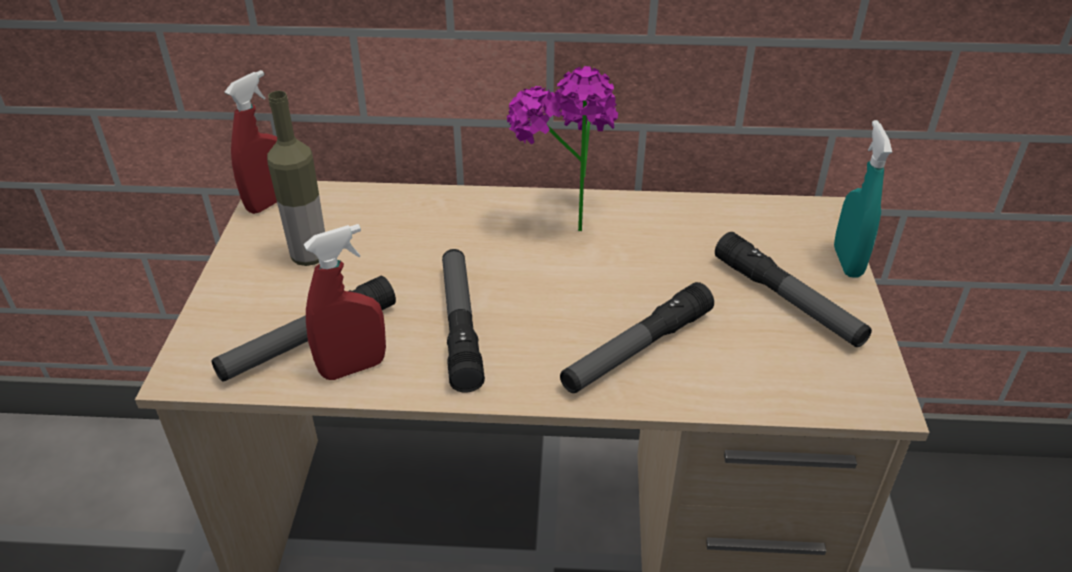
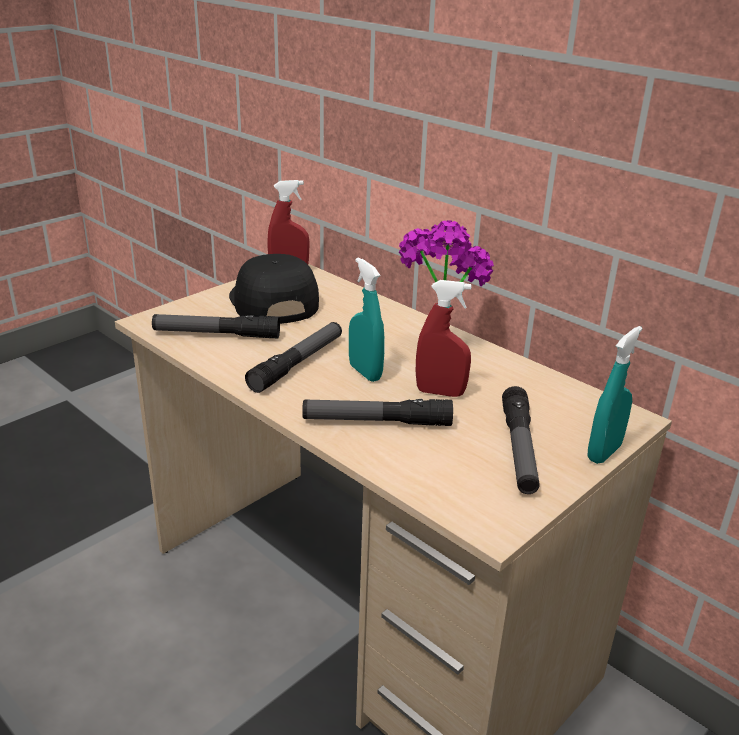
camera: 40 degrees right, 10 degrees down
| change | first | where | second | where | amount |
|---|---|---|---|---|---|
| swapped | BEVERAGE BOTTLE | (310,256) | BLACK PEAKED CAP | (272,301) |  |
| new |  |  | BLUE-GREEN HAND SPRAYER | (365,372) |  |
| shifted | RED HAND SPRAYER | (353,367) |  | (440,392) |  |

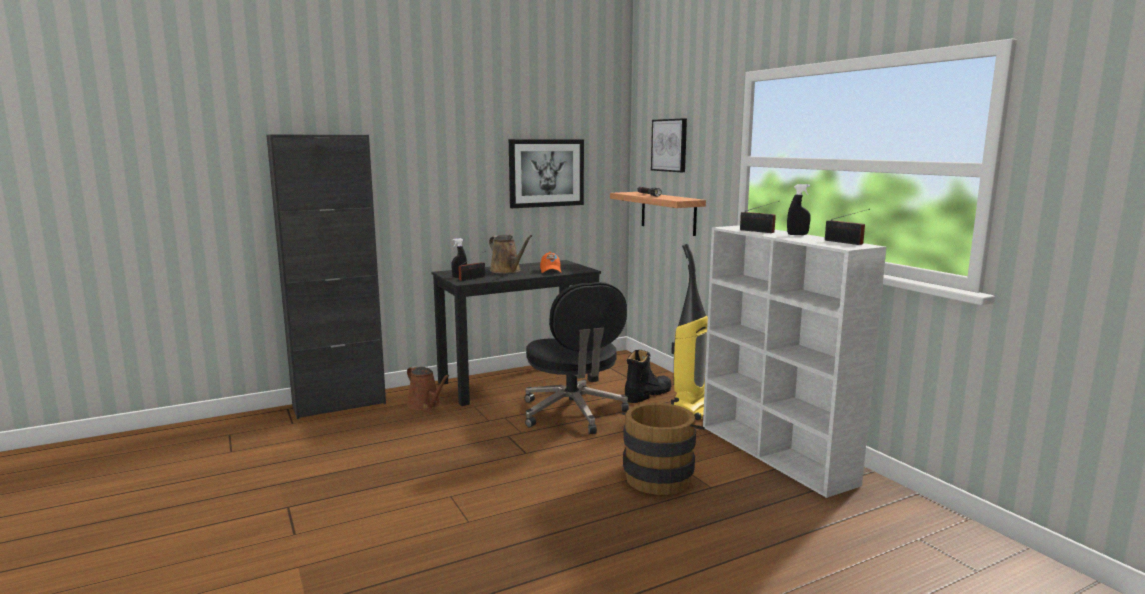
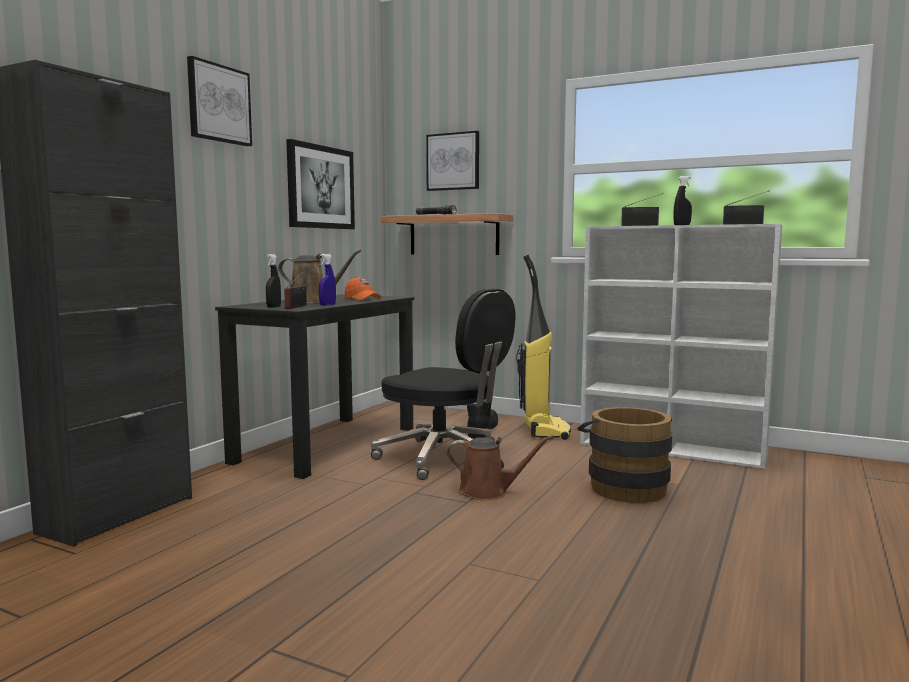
camera: 35 degrees left, 5 degrees down
| change | first | where | second | where | amount |
|---|---|---|---|---|---|
| new |  |  | WALL ART | (218,104) |  |
| new |  |  | BLUE HAND SPRAYER | (327,305) |  |
| shifted | BROWN-COLOURED WATERING CAN | (426,405) |  | (488,492) |  |

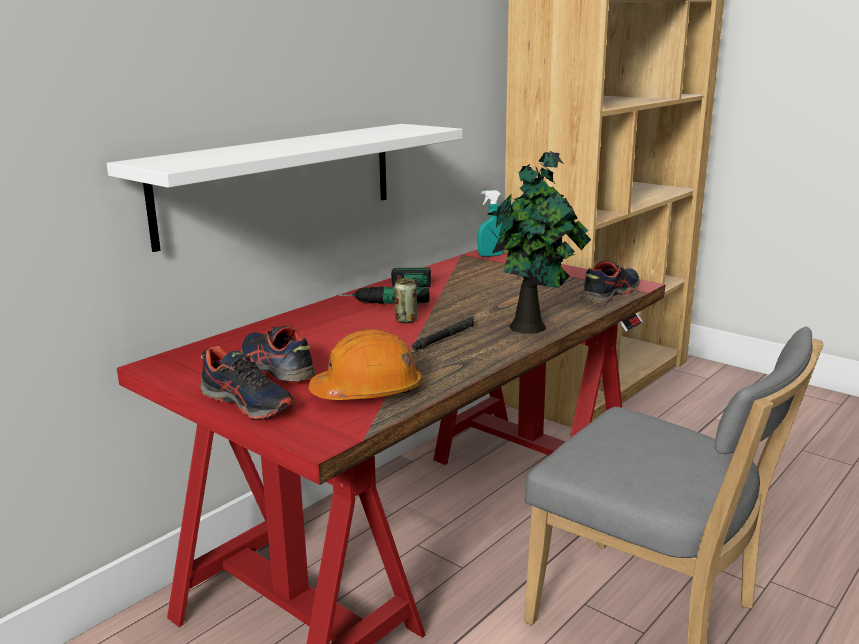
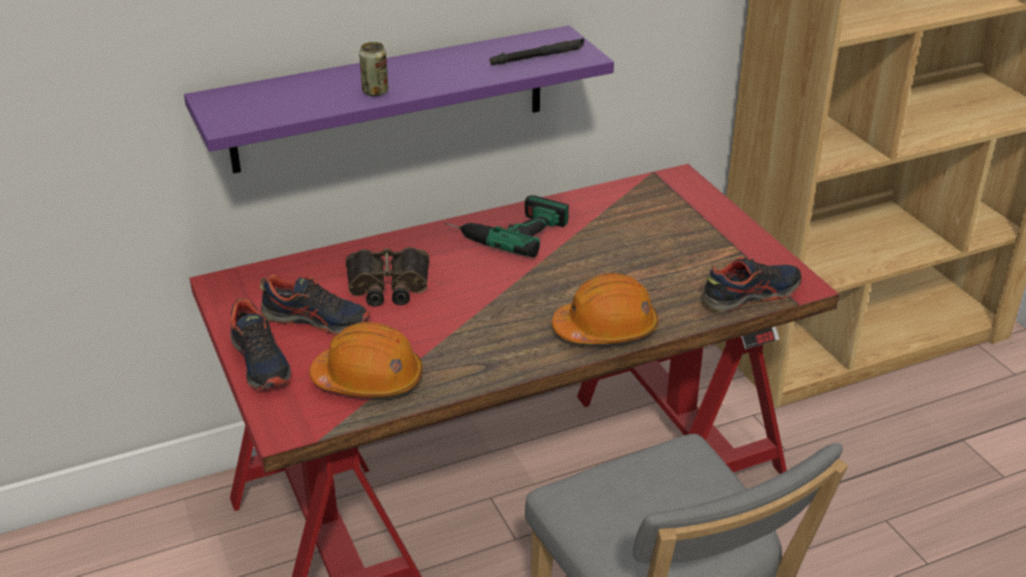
camera: 25 degrees right, 15 degrees up
| change | first | where | second | where | amount |
|---|---|---|---|---|---|
| repainted | WHITE-COLOURED BRACKET SHELF | (280,181) | PURPLE-COLOURED BRACKET SHELF | (389,99) |  |
| rotated | LOW SHOE | (276,368) |  | (316,319) | 120 degrees clockwise |
| new |  |  | BINOCULARS | (387,286) |  |
| shifted | SEALED CAN | (406,320) |  | (375,92) |  |
| shifted | BLACK FLASHLIGHT | (445,337) |  | (538,56) |  |
| swapped | PLANT IN A POT | (531,327) | ORANGE-COLOURED HARD HAT | (606,329) |  |
| gone | BLUE-GREEN HAND SPRAYER | (490,255) |  |  |  |

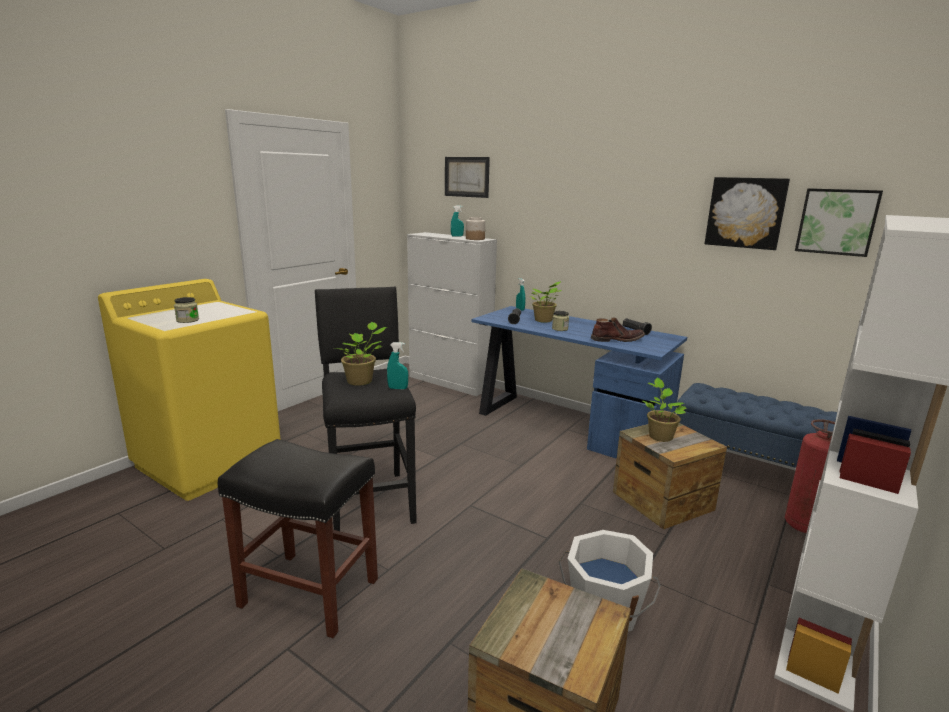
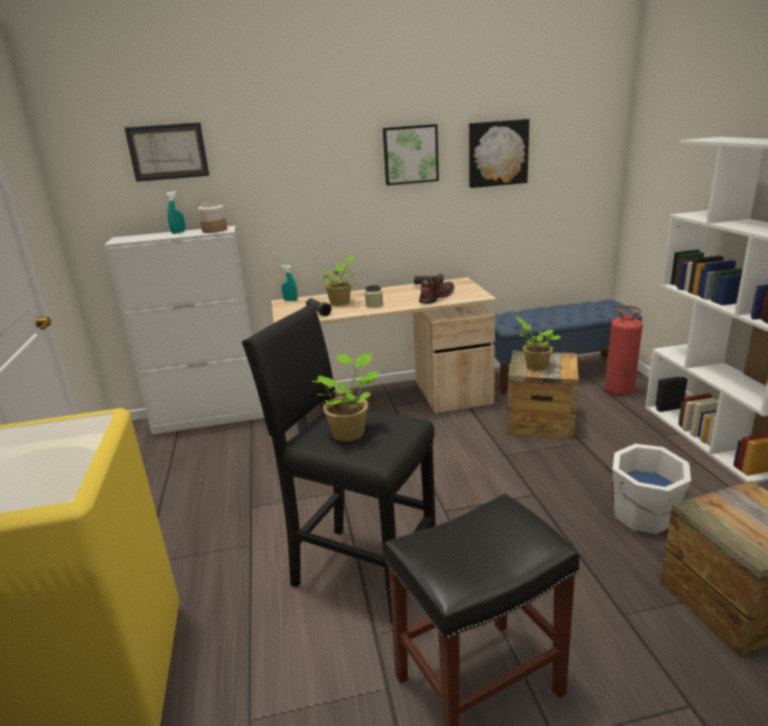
camera: 45 degrees left, 5 degrees up
| change | first | where | second | where | amount |
|---|---|---|---|---|---|
| repainted | BLUE DESK TABLE | (567,425) | SAND-COLOURED DESK TABLE | (386,402) |  |
| shifted | WALL ART | (837,221) |  | (410,154) |  |
| gone | PRESERVE JAR | (187,320) |  |  |  |
| gone | BLUE-GREEN HAND SPRAYER | (398,388) |  |  |  |

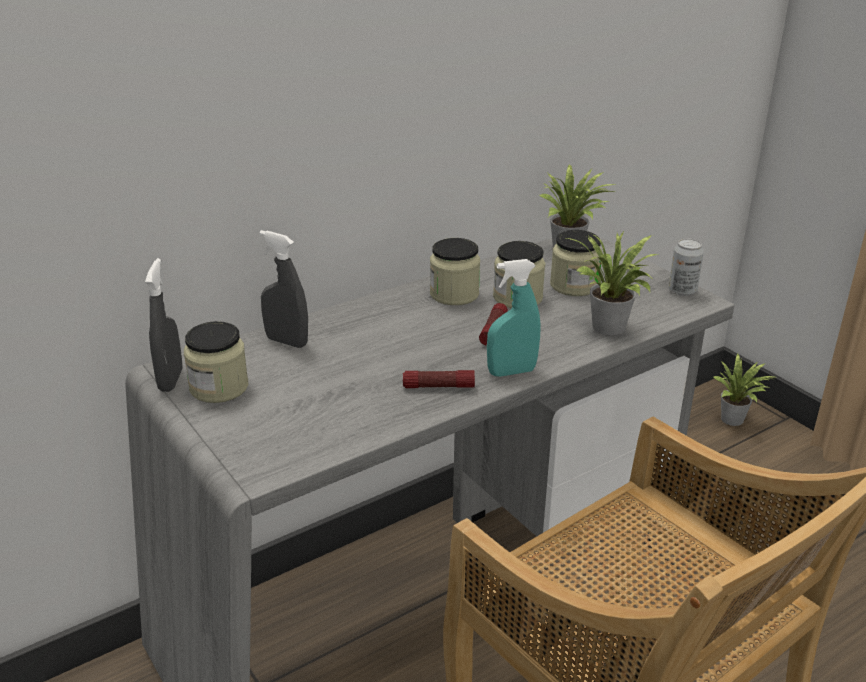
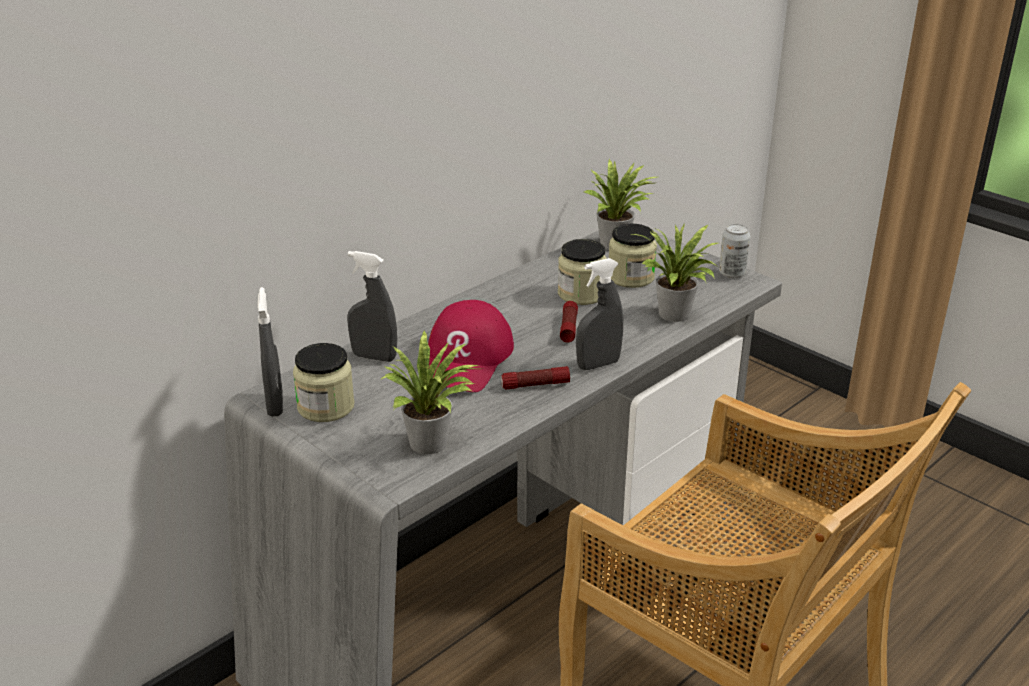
camera: 10 degrees left, 0 degrees up
| change | first | where | second | where | amount |
|---|---|---|---|---|---|
| shifted | PLANT IN A POT | (735,420) |  | (433,445) |  |
| new |  |  | RED PEAKED CAP | (467,359) |  |
| repainted | BLUE-GREEN HAND SPRAYER | (511,372) | GREYISH HAND SPRAYER | (598,364) |  |
| gone | PRESERVE JAR | (454,294) |  |  |  |

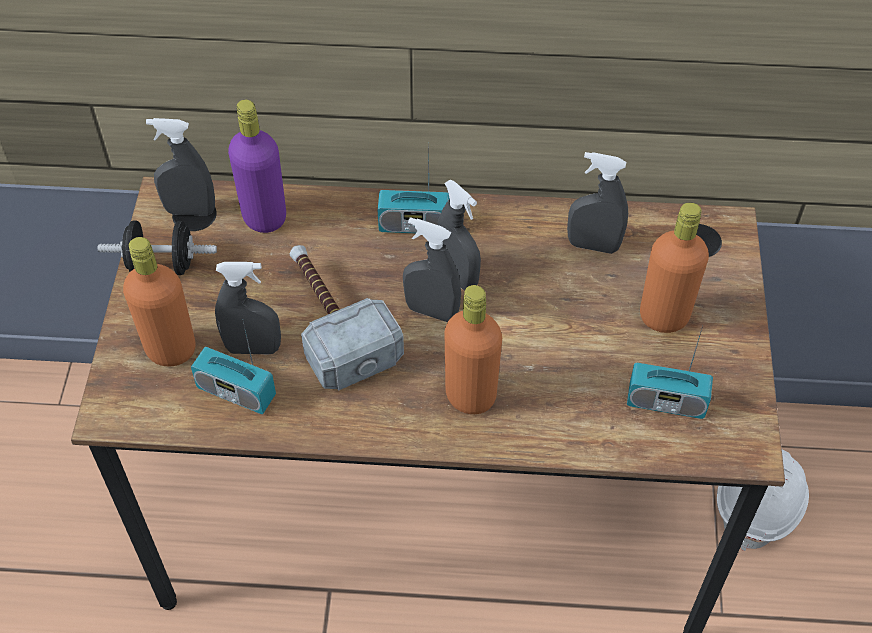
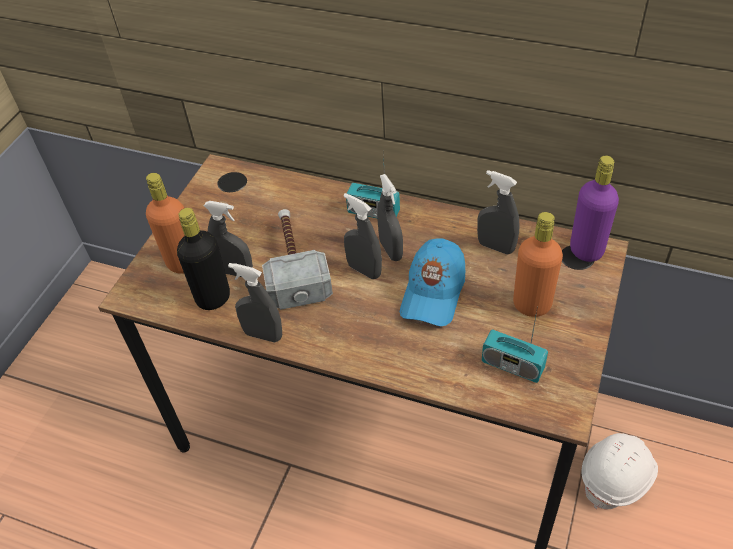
camera: 20 degrees right, 5 degrees down
| change | first | where | second | where | amount |
|---|---|---|---|---|---|
| swapped | RADIO | (236,392) | BLACK BEVERAGE BOTTLE | (213,298) |  |
| shifted | GREYISH HAND SPRAYER | (190,210) |  | (263,335) |  |
| new |  |  | BLUE PEAKED CAP | (433,292) |  |
| shifted | PURPLE-COLOURED BEVERAGE BOTTLE | (264,217) |  | (586,250) |  |
| gone | BLACK FREE WEIGHT | (162,264) |  |  |  |
| gone | ORANGE-COLOURED BEVERAGE BOTTLE | (470,395) |  |  |  |

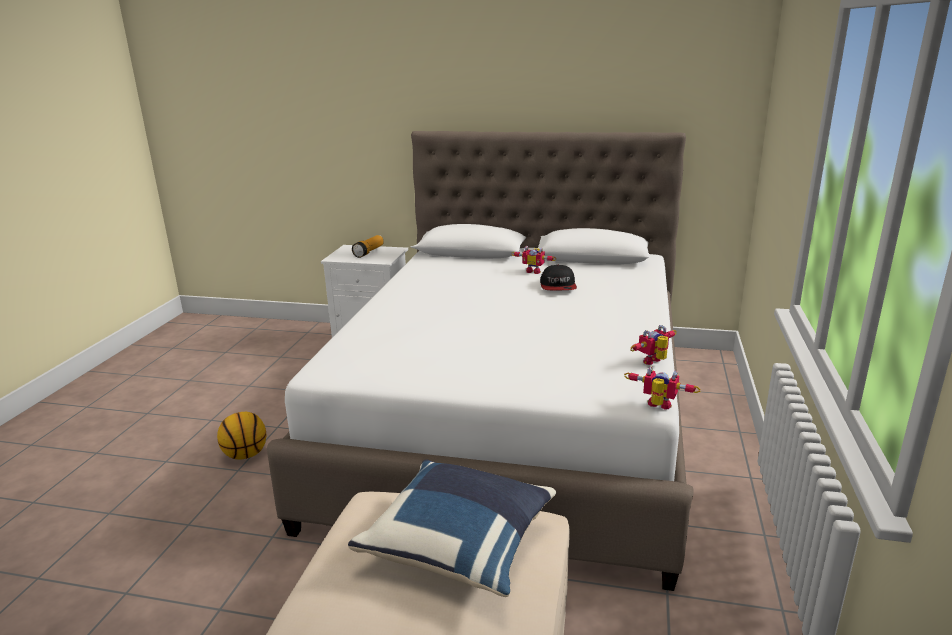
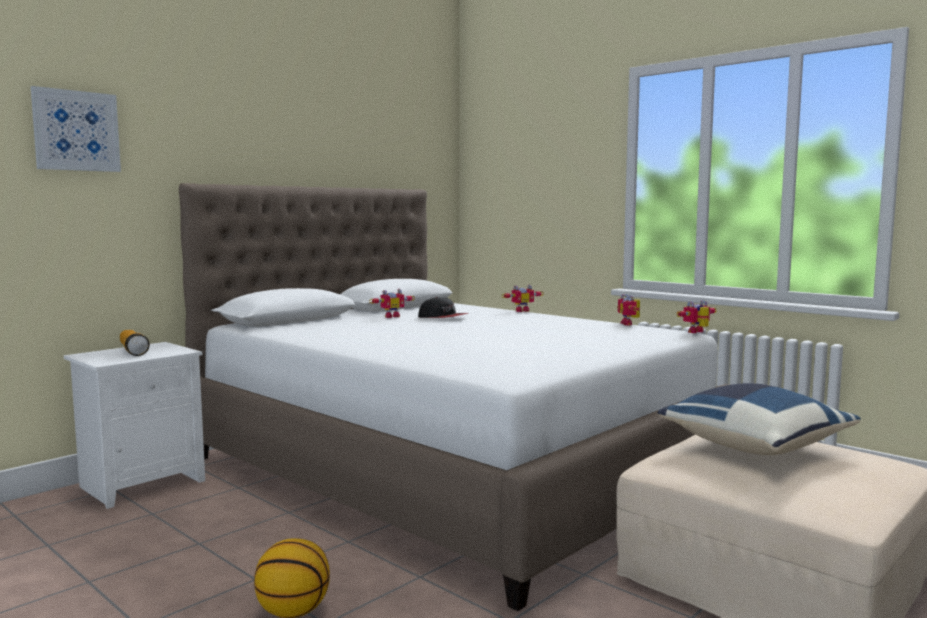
camera: 60 degrees left, 15 degrees down
| change | first | where | second | where | amount |
|---|---|---|---|---|---|
| new |  |  | WALL ART | (76,131) |  |
| new |  |  | TOY ROBOT | (521,310) |  |

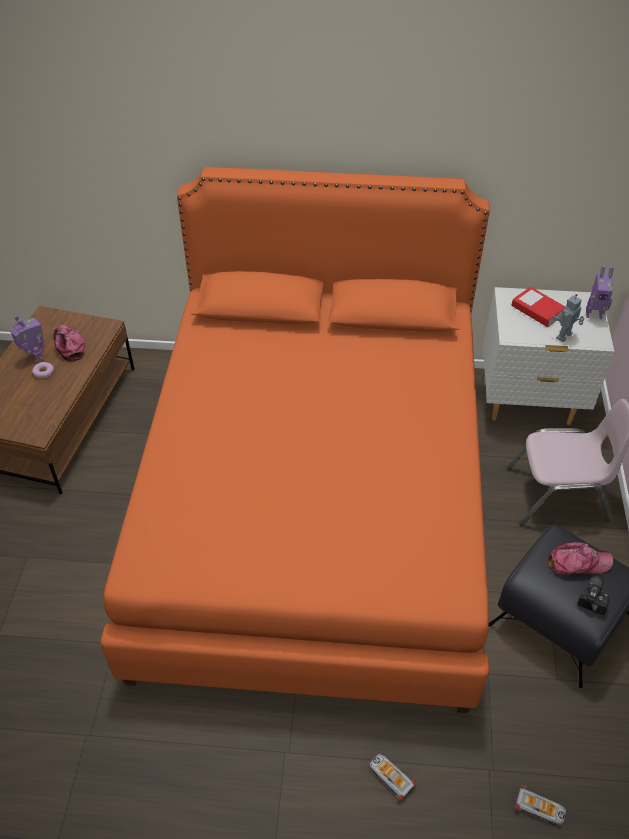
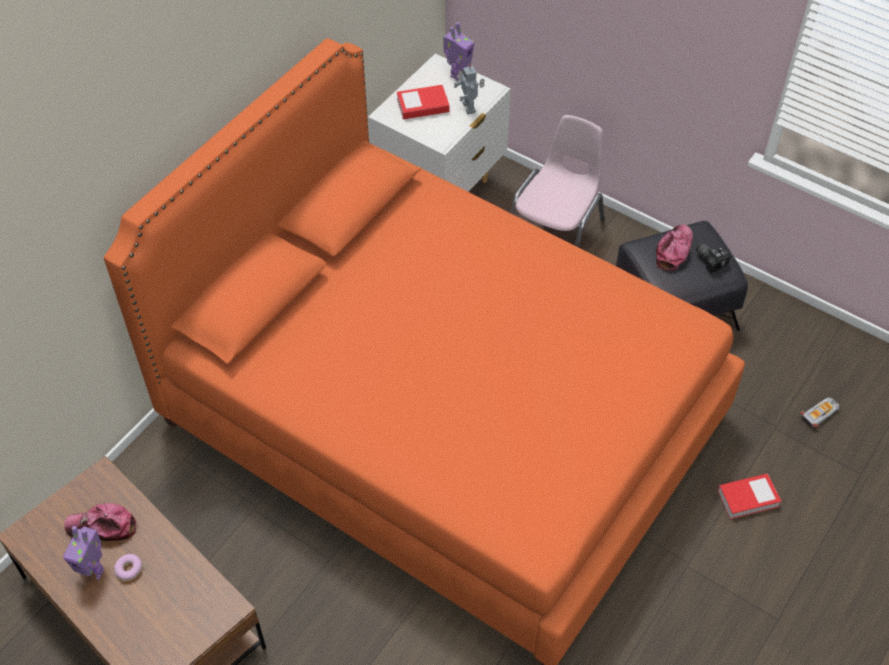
camera: 60 degrees left, 5 degrees up
| change | first | where | second | where | amount |
|---|---|---|---|---|---|
| rotated | TOY ROBOT | (35,357) |  | (93,570) | 150 degrees counterclockwise |
| swapped | MODEL CAR | (390,777) | BOOK | (747,498) |  |

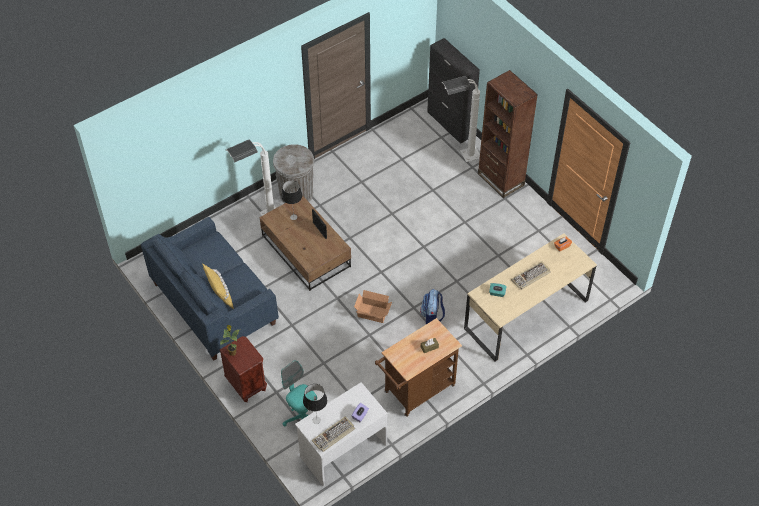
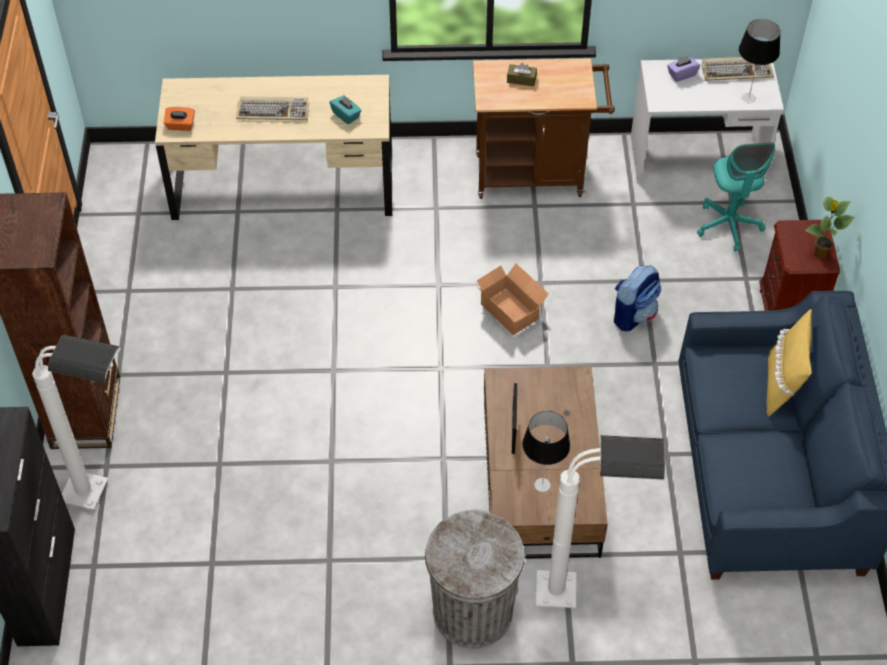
camera: 145 degrees left, 0 degrees up
| change | first | where | second | where | amount |
|---|---|---|---|---|---|
| shifted | KNAPSACK | (432,316) |  | (633,314) |  |

